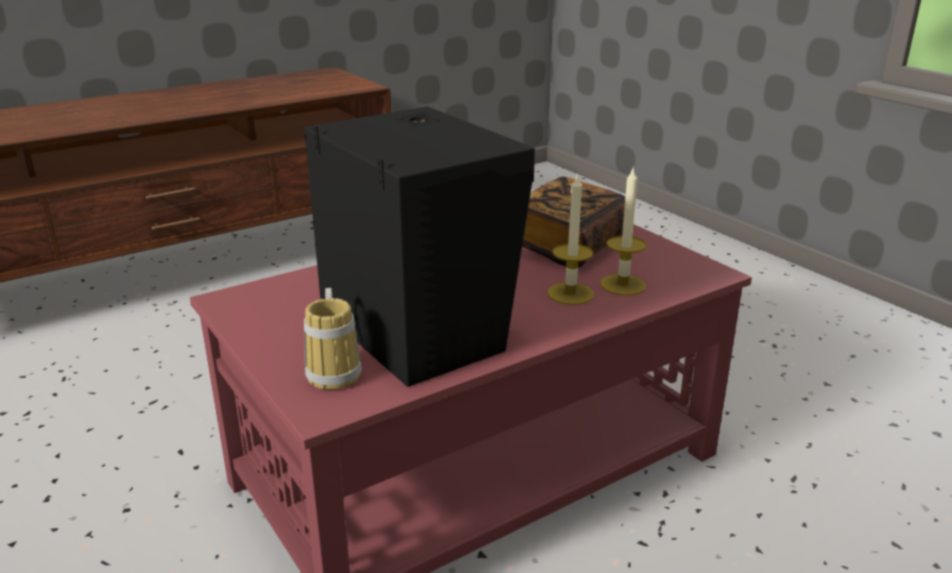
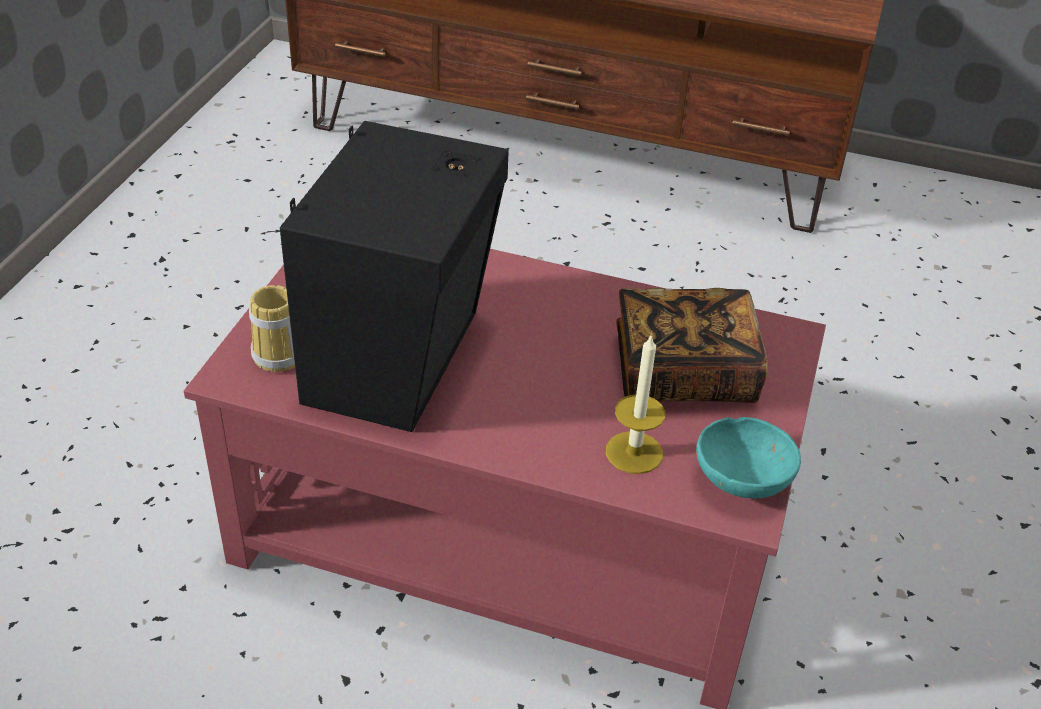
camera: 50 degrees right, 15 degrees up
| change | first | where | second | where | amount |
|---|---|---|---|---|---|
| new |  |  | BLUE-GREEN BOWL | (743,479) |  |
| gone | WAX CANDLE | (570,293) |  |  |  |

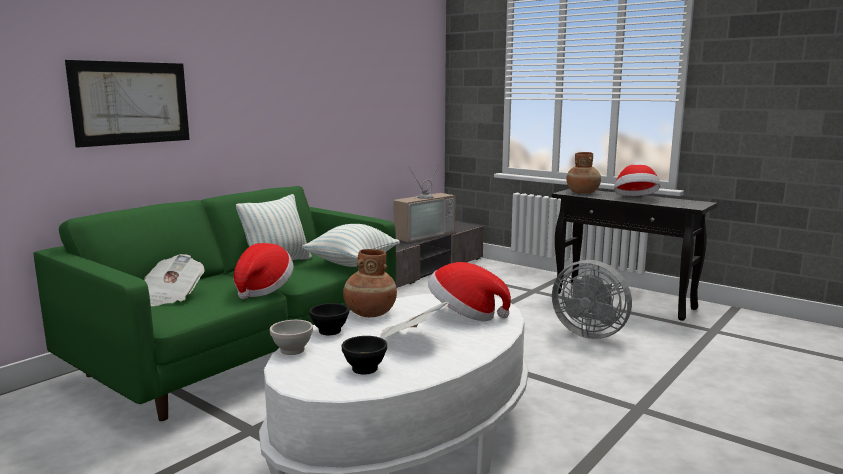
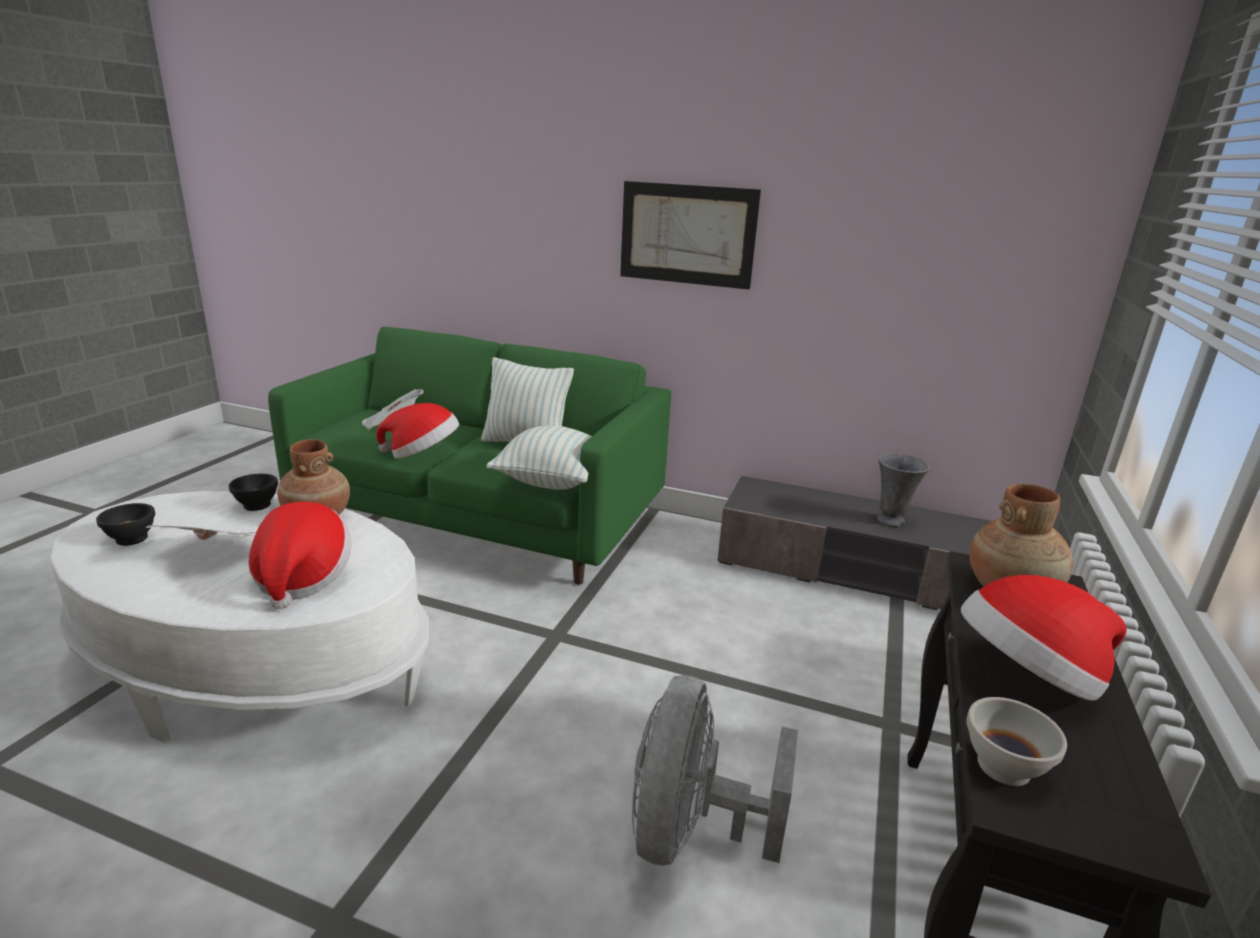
camera: 70 degrees right, 10 degrees up
| change | first | where | second | where | amount |
|---|---|---|---|---|---|
| shifted | WALL ART | (131,103) |  | (687,235) |  |
| swapped | TV SET | (422,234) | GREYISH FLOWER VASE | (891,521) |  |
| shifted | WHITE-COLOURED BOWL | (291,350) |  | (1002,766) |  |

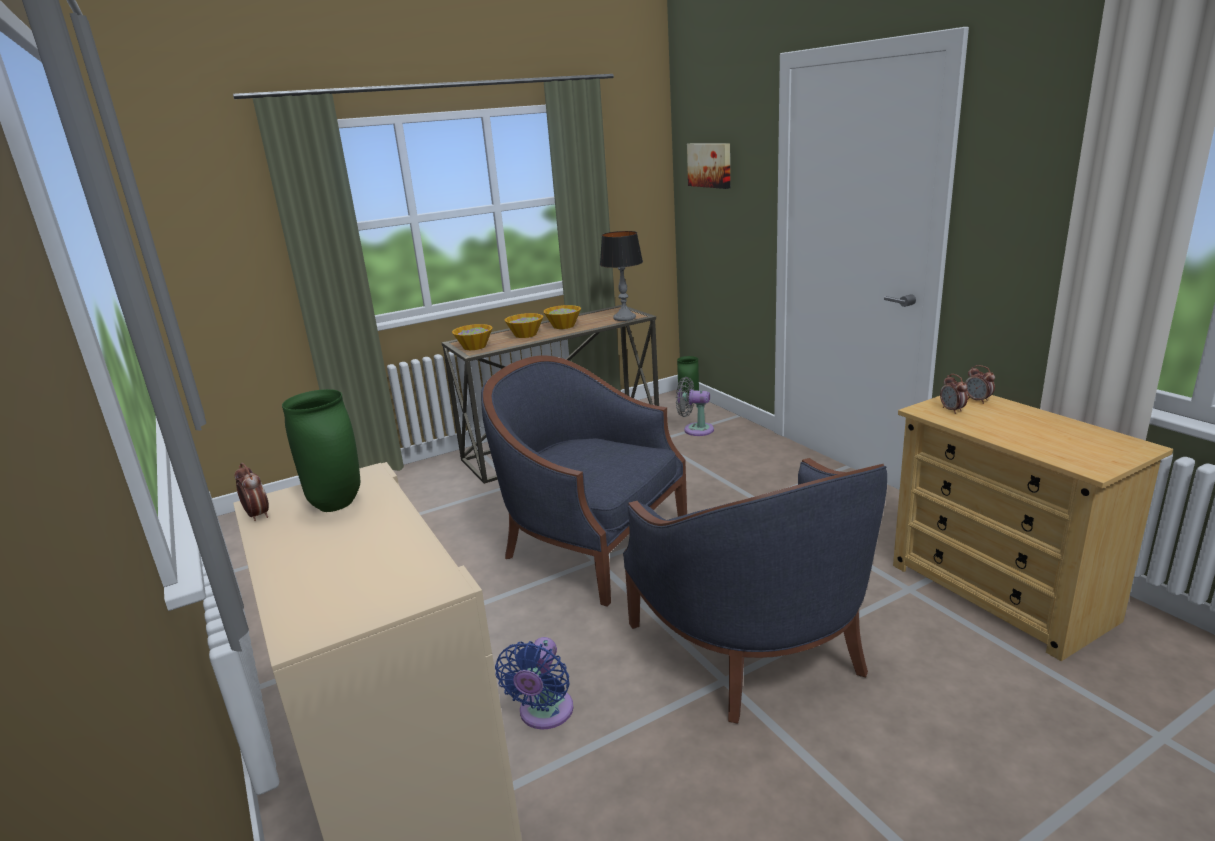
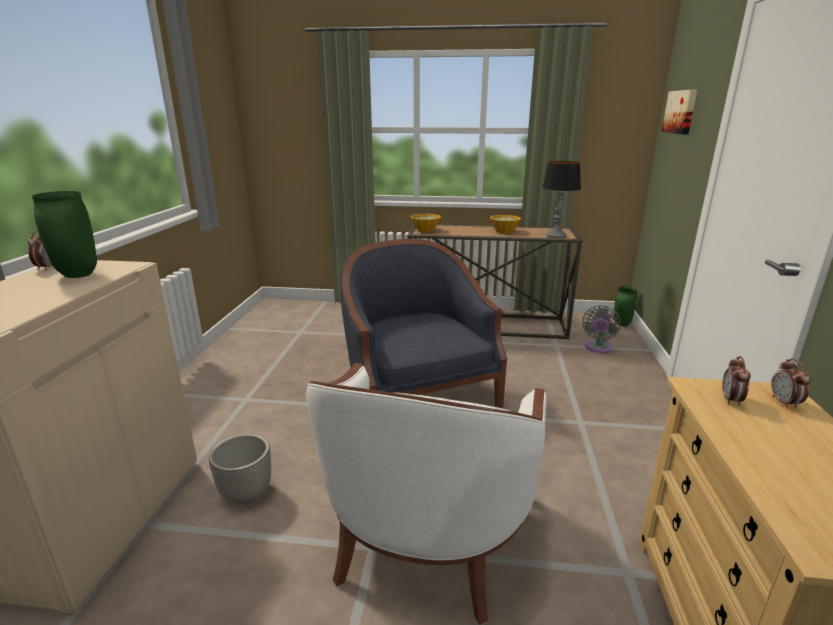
camera: 35 degrees right, 0 degrees up
| change | first | where | second | where | amount |
|---|---|---|---|---|---|
| swapped | BLUE ELECTRIC FAN | (544,714) | FLOWER POT | (247,493) |  |
| repainted | BLUE LOUNGE CHAIR | (753,645) | WHITE-COLOURED LOUNGE CHAIR | (428,534) |  |
| rotated | GREYISH ELECTRIC FAN | (695,429) |  | (598,348) | 120 degrees counterclockwise |
| gone | BOWL | (525,335) |  |  |  |

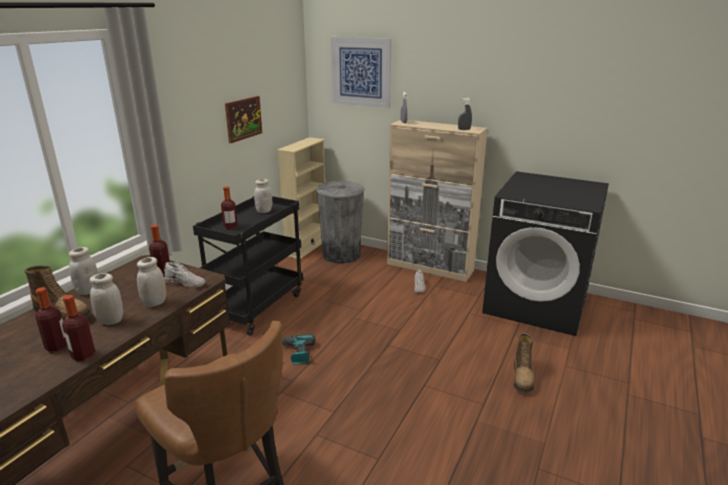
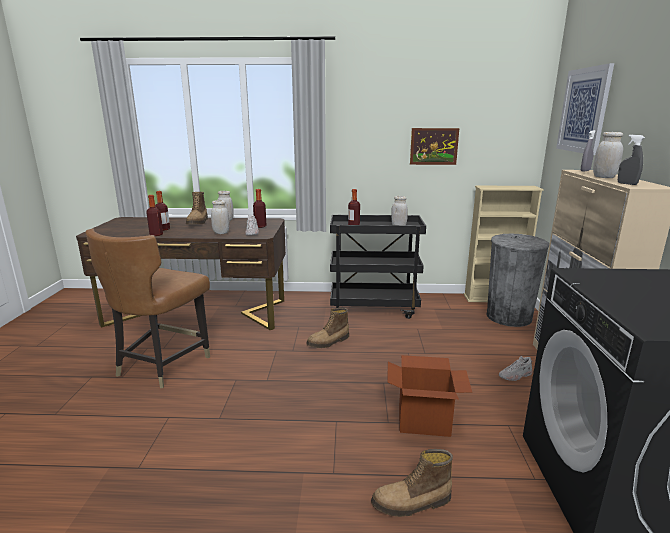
camera: 65 degrees right, 5 degrees down
| change | first | where | second | where | amount |
|---|---|---|---|---|---|
| swapped | ELECTRIC DRILL | (297,353) | BOOT | (329,342) |  |
| new |  |  | PACKING BOX | (424,421) |  |
| shifted | WHITE-COLOURED PRESERVE JAR | (111,321) |  | (604,177) |  |

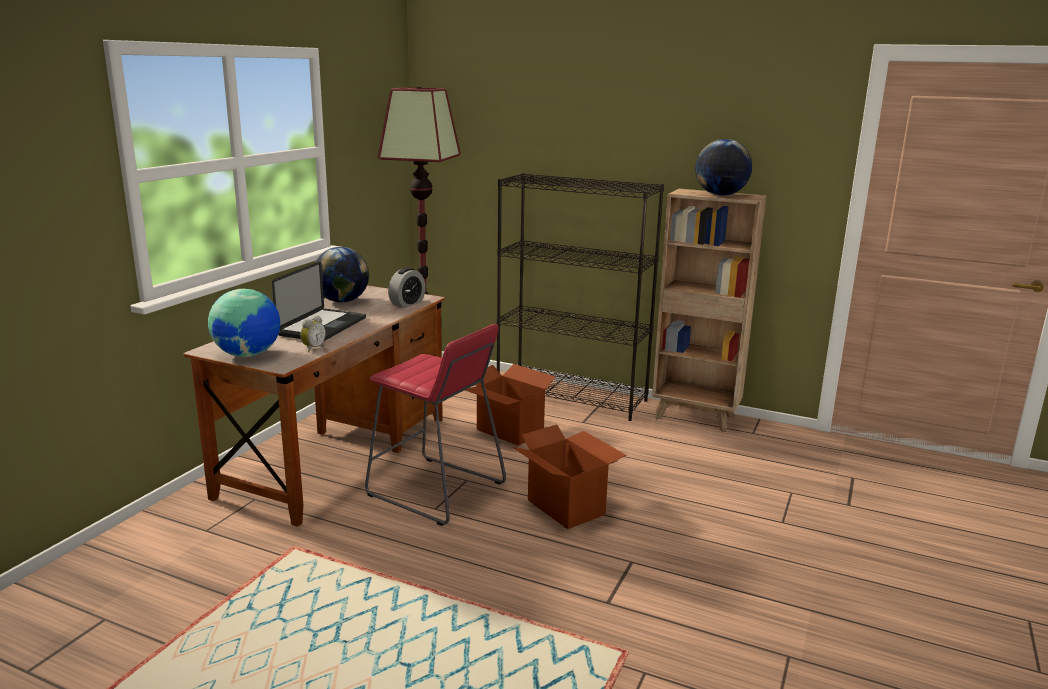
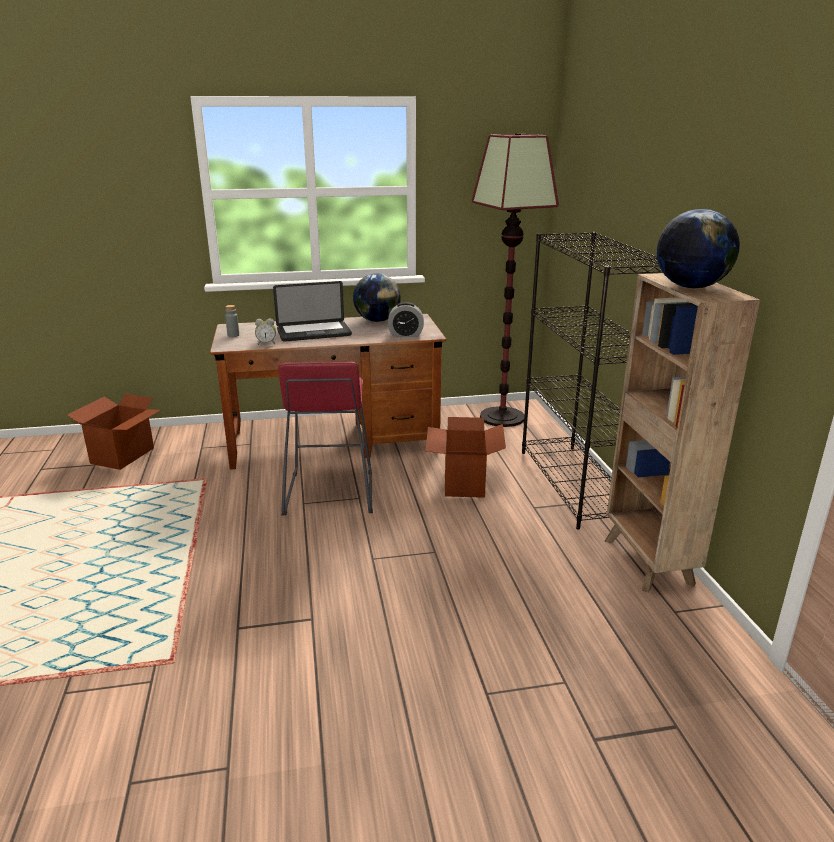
camera: 55 degrees right, 5 degrees up
| change | first | where | second | where | amount |
|---|---|---|---|---|---|
| shifted | PACKING BOX | (566,507) |  | (123,456) |  |
| swapped | DESK GLOBE | (248,354) | GREYISH BEVERAGE BOTTLE | (233,335) |  |

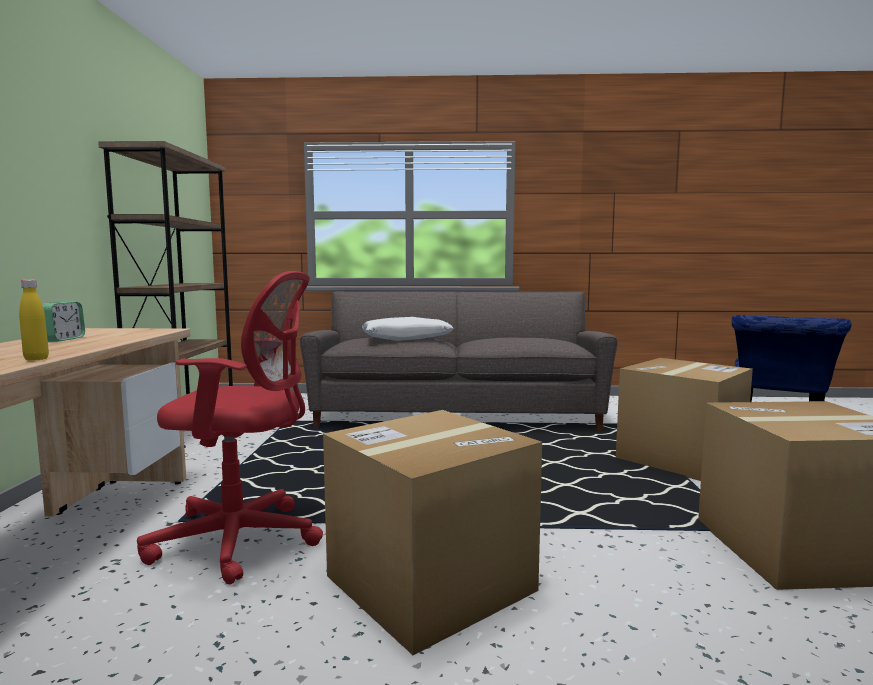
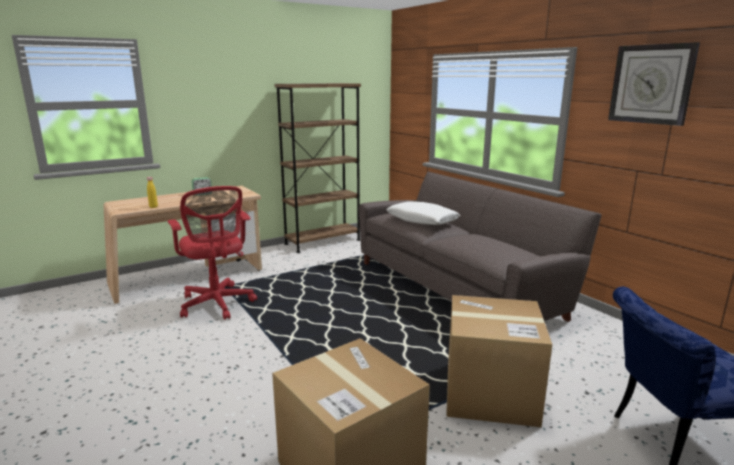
camera: 55 degrees right, 10 degrees up
| change | first | where | second | where | amount |
|---|---|---|---|---|---|
| new |  |  | HANGING CLOCK | (651,84) |  |
| gone | PACKING BOX | (430,583) |  |  |  |

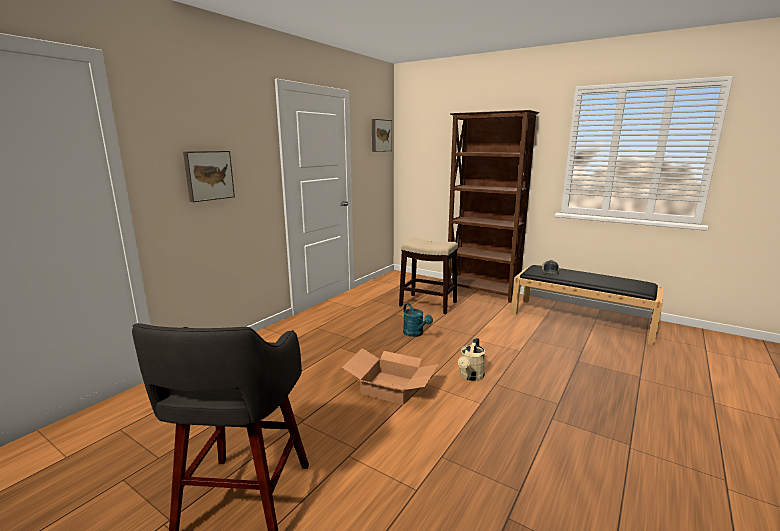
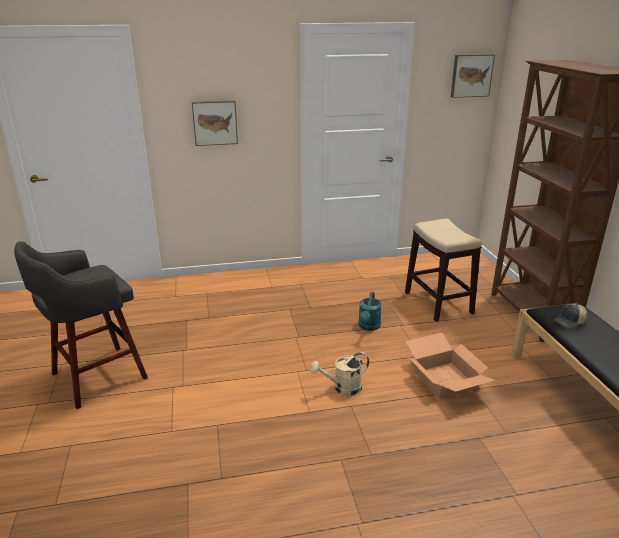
camera: 45 degrees right, 10 degrees up
| change | first | where | second | where | amount |
|---|---|---|---|---|---|
| shifted | PACKING BOX | (391,387) |  | (446,380) |  |

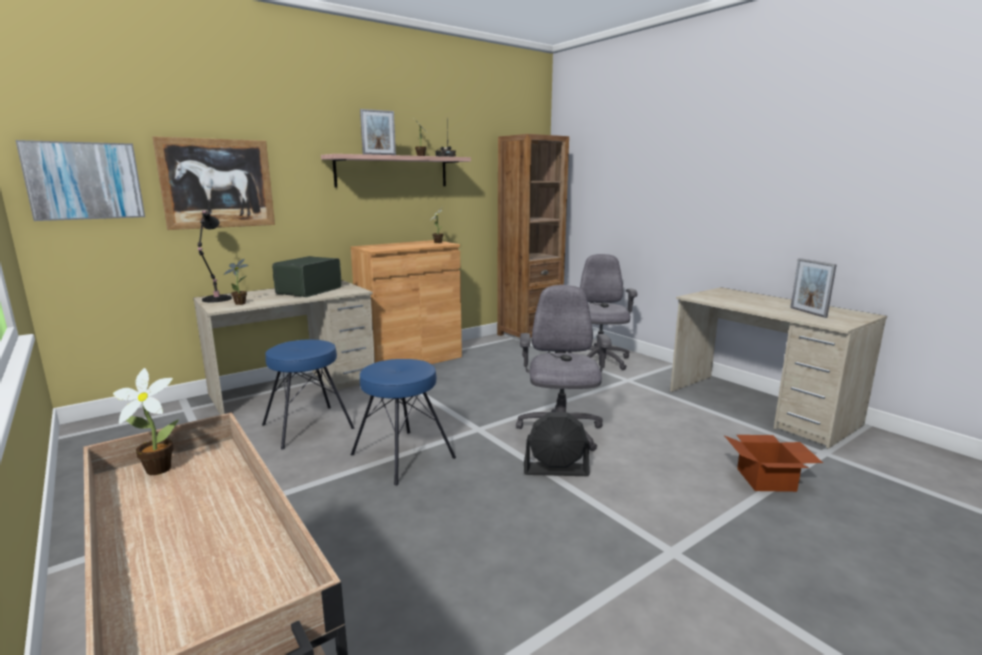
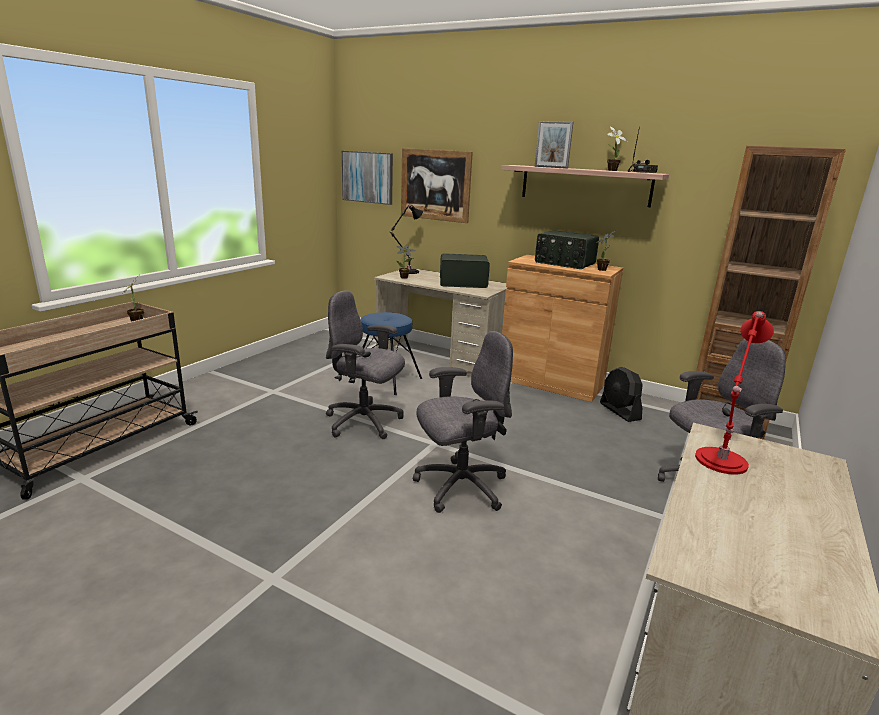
camera: 65 degrees right, 5 degrees up
| change | first | where | second | where | amount |
|---|---|---|---|---|---|
| swapped | BLUE STOOL | (402,456) | GREYISH DESK CHAIR | (364,423) |  |
| new |  |  | RADIO | (564,263) |  |
| shifted | BLACK ELECTRIC FAN | (556,470) |  | (619,411) |  |
| new |  |  | RED TABLETOP LAMP | (720,463) |  |
| gone | PACKING BOX | (768,480) |  |  |  |
| gone | PHOTO FRAME | (808,312) |  |  |  |

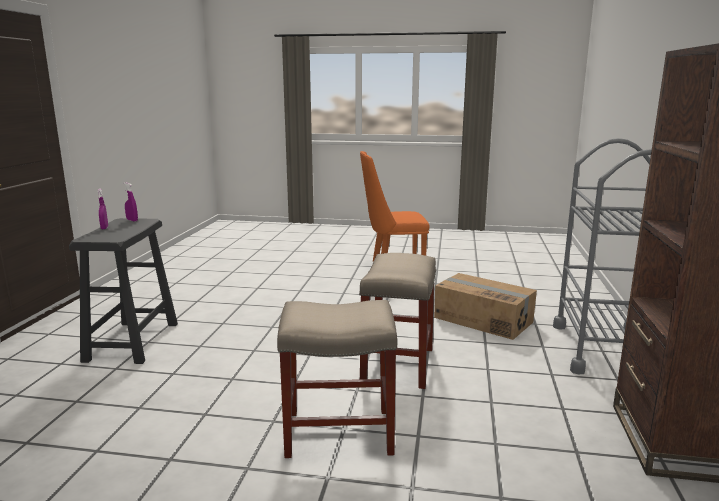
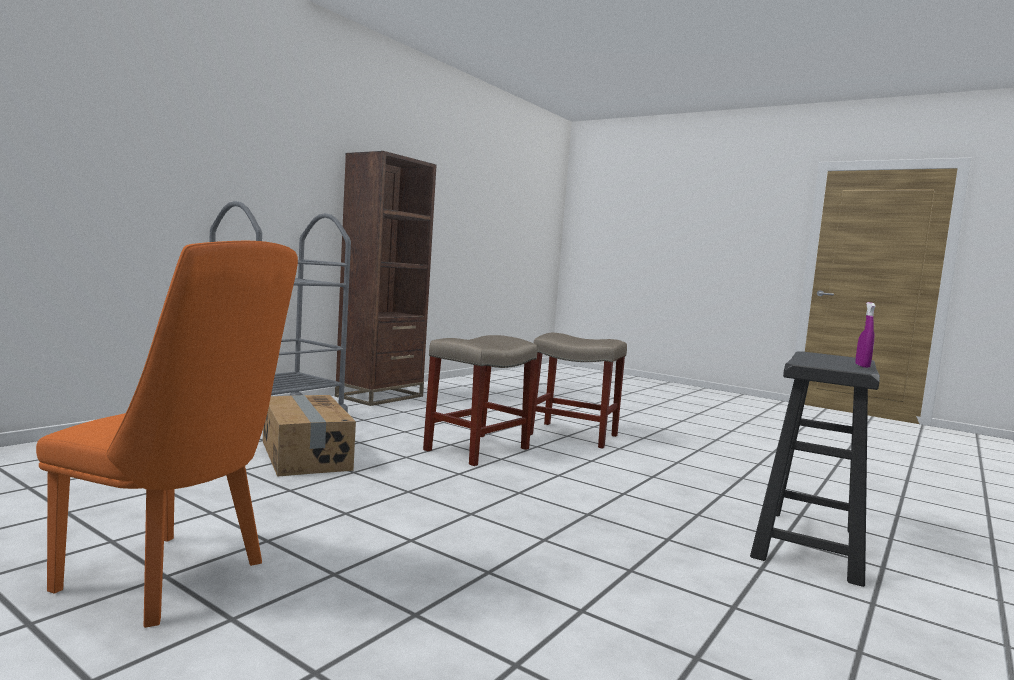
camera: 155 degrees left, 10 degrees down
| change | first | where | second | where | amount |
|---|---|---|---|---|---|
| gone | PURPLE-COLOURED HAND SPRAYER | (132,220) |  |  |  |

